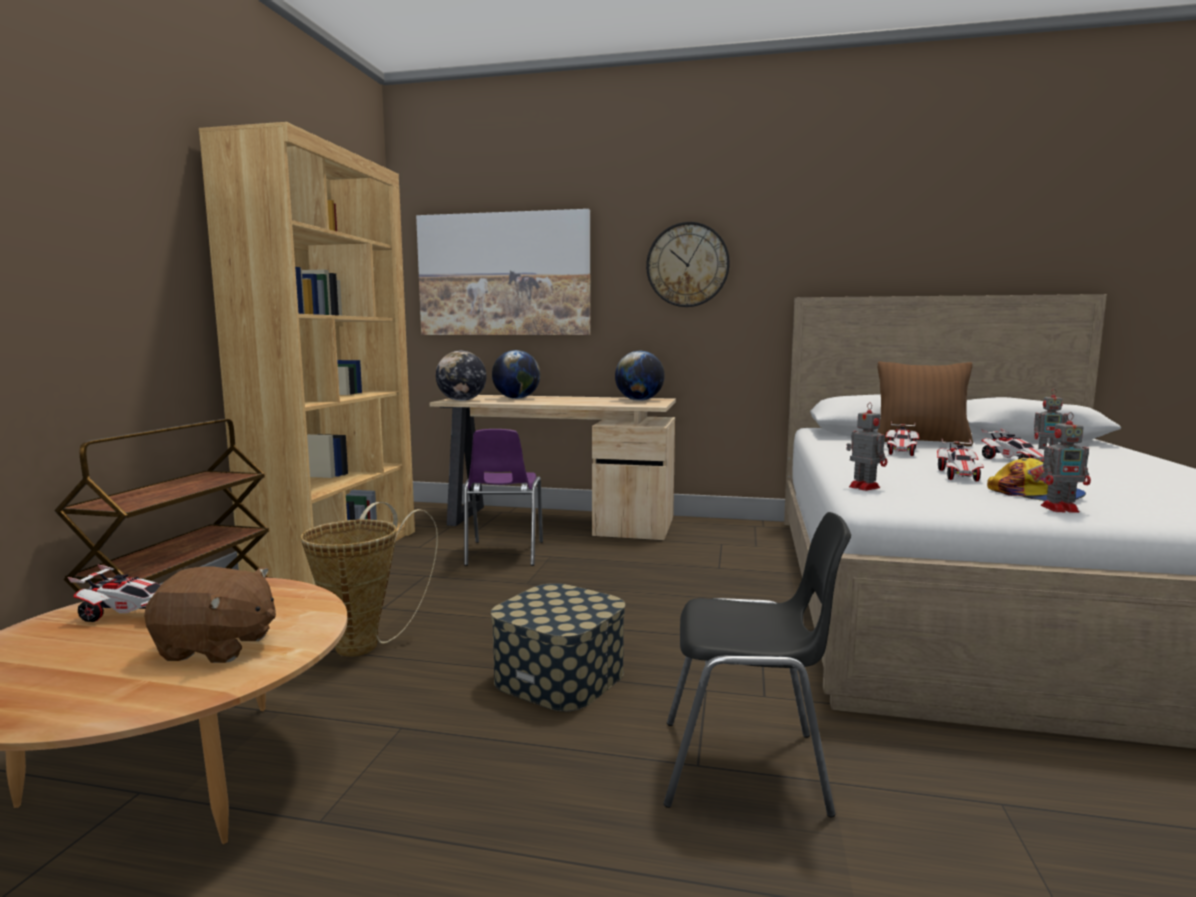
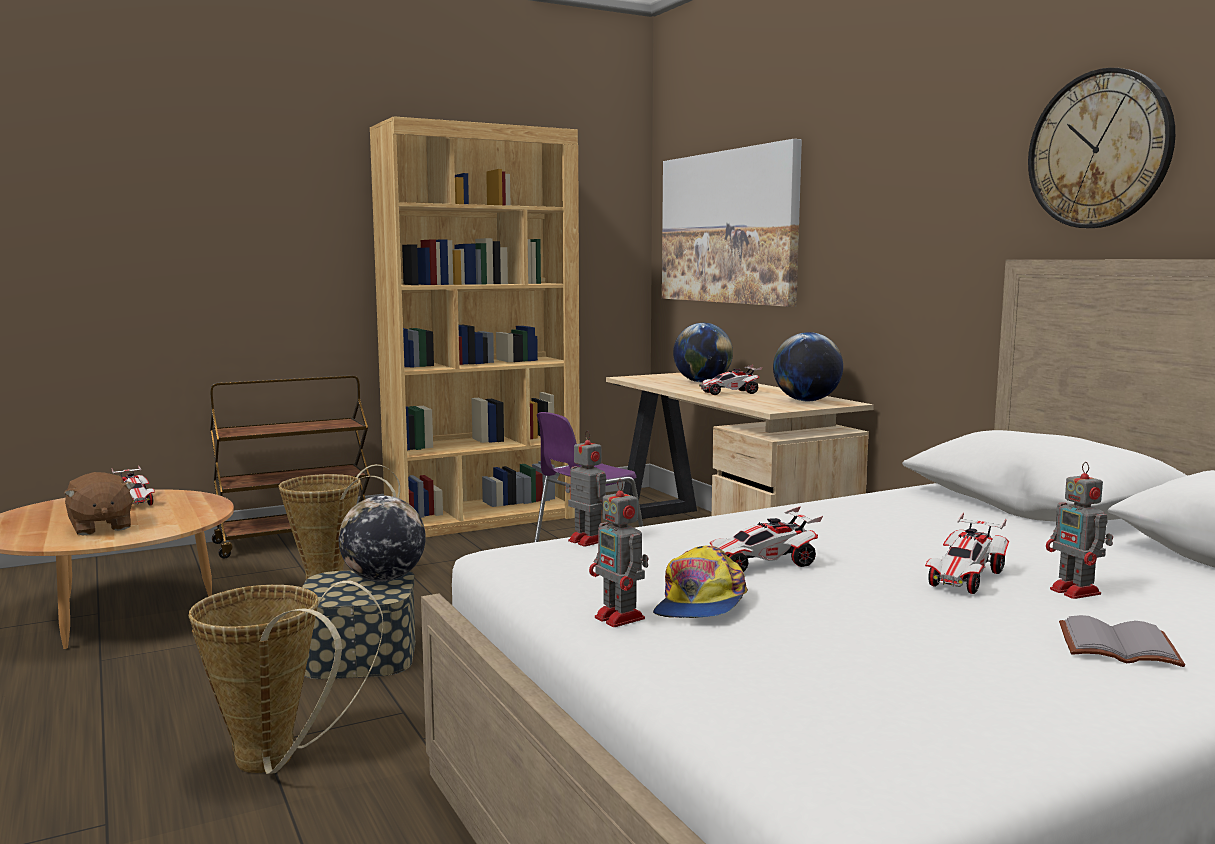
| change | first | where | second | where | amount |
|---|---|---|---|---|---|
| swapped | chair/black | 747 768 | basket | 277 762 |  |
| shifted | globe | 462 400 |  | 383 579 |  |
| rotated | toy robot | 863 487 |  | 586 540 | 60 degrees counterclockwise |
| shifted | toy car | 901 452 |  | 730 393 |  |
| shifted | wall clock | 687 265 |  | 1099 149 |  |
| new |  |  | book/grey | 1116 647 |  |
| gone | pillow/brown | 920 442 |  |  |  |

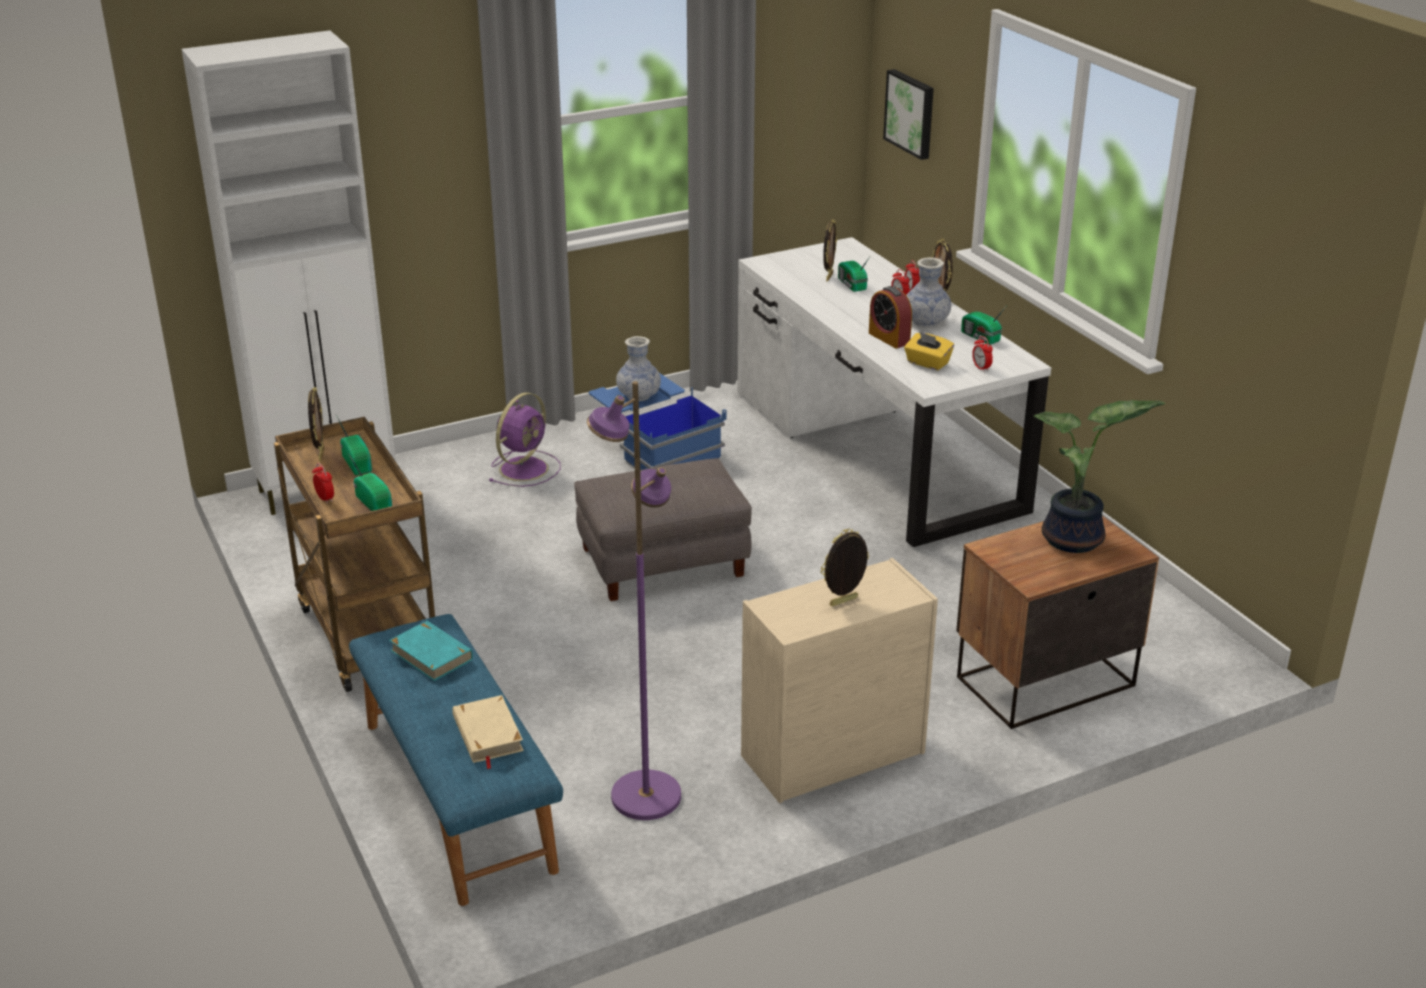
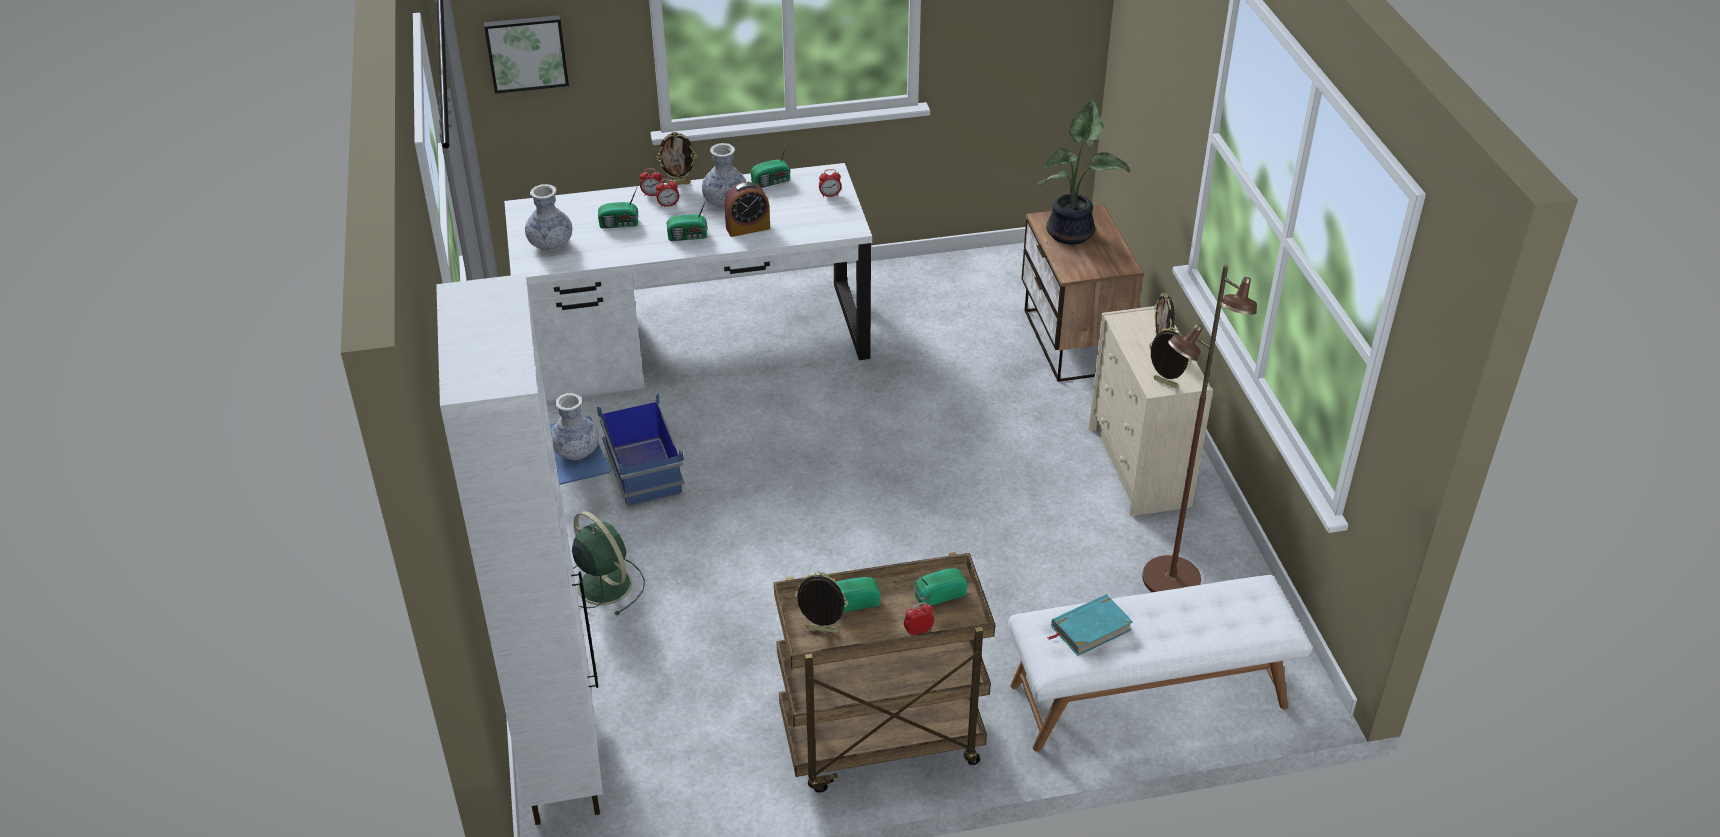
| change | first | where | second | where | amount |
|---|---|---|---|---|---|
| new |  |  | vase | 550 244 |  |
| repainted | fan/purple | 525 468 | fan/green | 603 584 |  |
| new |  |  | radio | 688 236 |  |
| repainted | bench/blue | 456 795 | bench/white | 1148 697 |  |
| repainted | floor lamp/purple | 644 796 | floor lamp/brown | 1170 580 |  |
| shifted | picture frame | 828 277 |  | 1165 384 |  |
| gone | book/beige | 487 734 |  |  |  |
| gone | ottoman/grey | 662 562 |  |  |  |
| gone | tissue box/yellow | 927 363 |  |  |  |

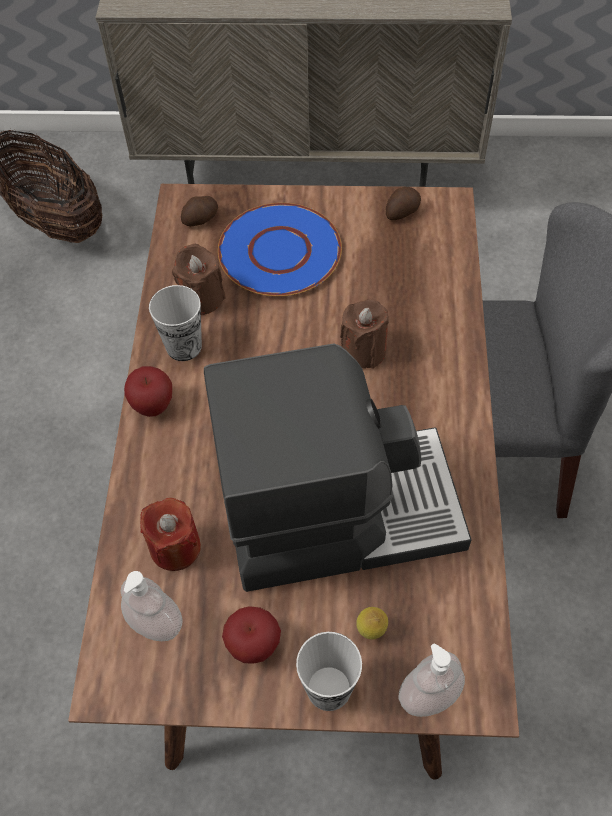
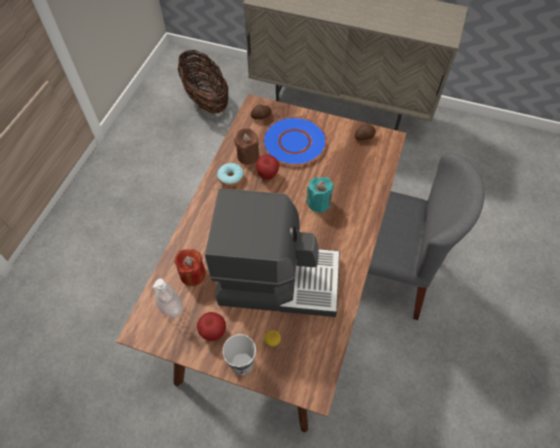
| change | first | where | second | where | amount |
|---|---|---|---|---|---|
| swapped | cup | 184 346 | donut | 230 178 |  |
| shifted | apple | 153 406 |  | 267 175 |  |
| repainted | candle/brown | 363 350 | candle/turquoise | 319 203 |  |
| gone | soap dispenser | 429 694 |  |  |  |

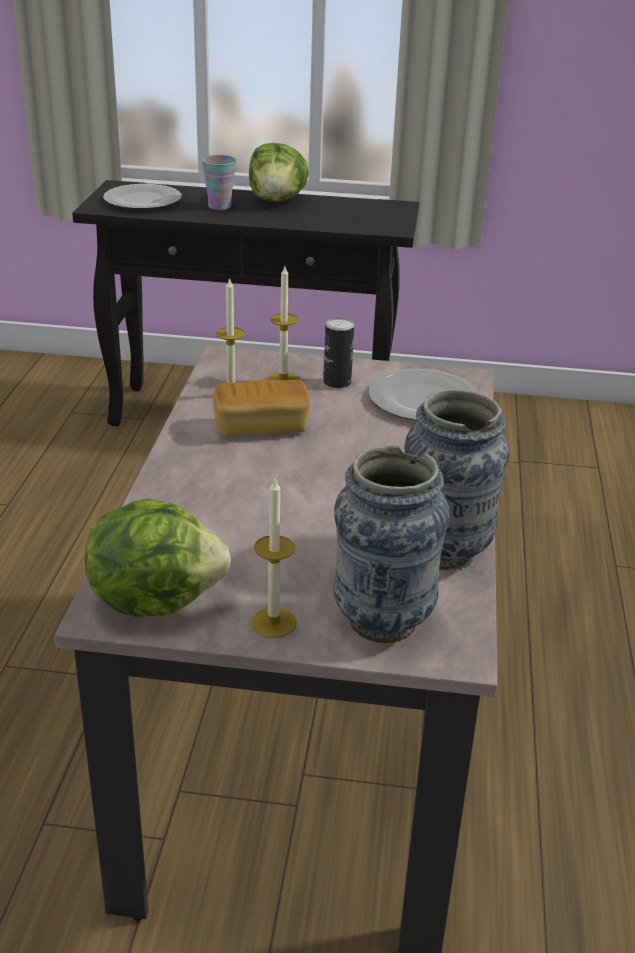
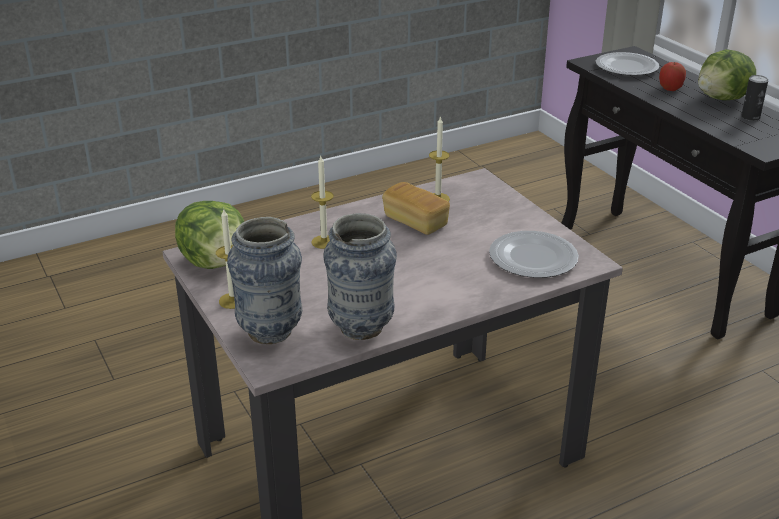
| change | first | where | second | where | amount |
|---|---|---|---|---|---|
| shifted | candle | 283 379 |  | 324 242 |  |
| swapped | cup | 219 206 | apple | 670 88 |  |
| shifted | can | 337 382 |  | 750 117 |  |

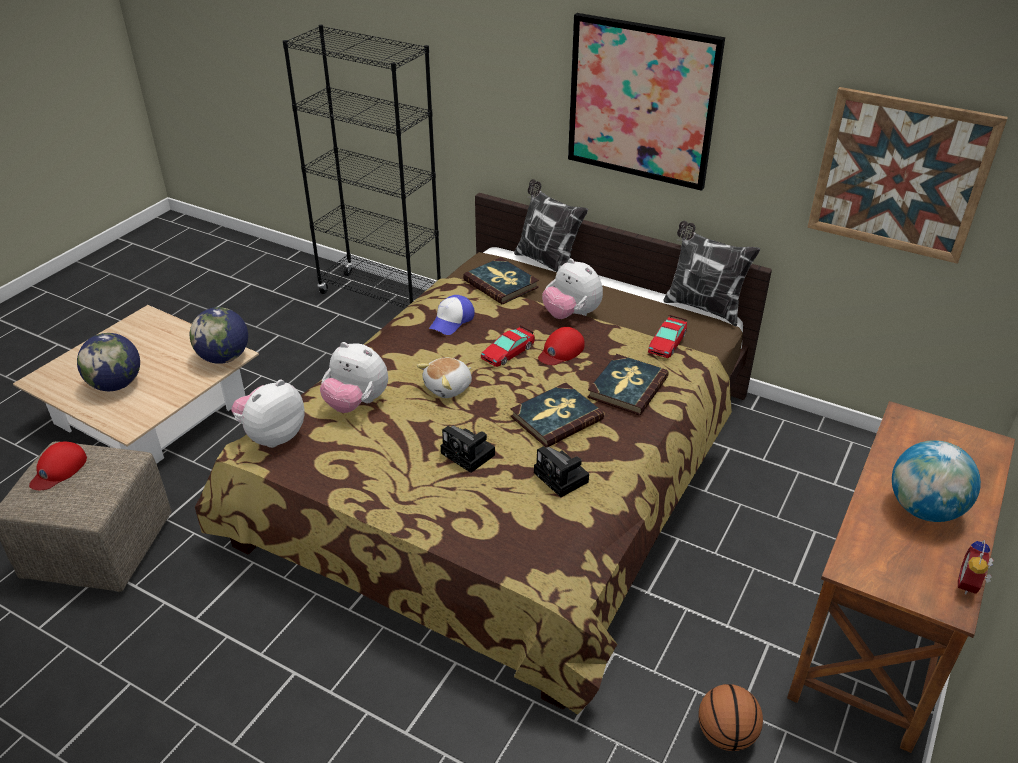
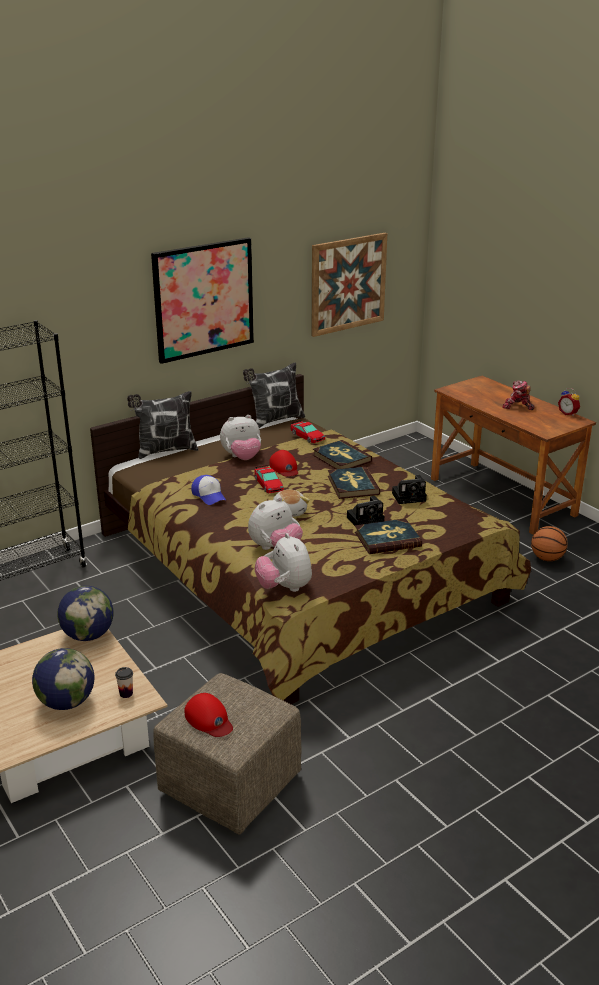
| change | first | where | second | where | amount |
|---|---|---|---|---|---|
| new |  |  | cup | 126 693 |  |
| shifted | book | 501 284 |  | 387 539 |  |
| swapped | globe | 924 509 | toy robot | 517 407 |  |

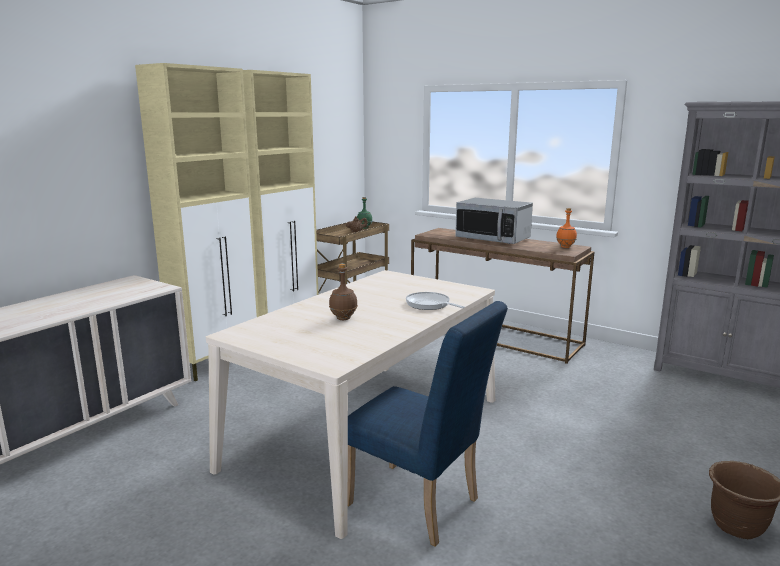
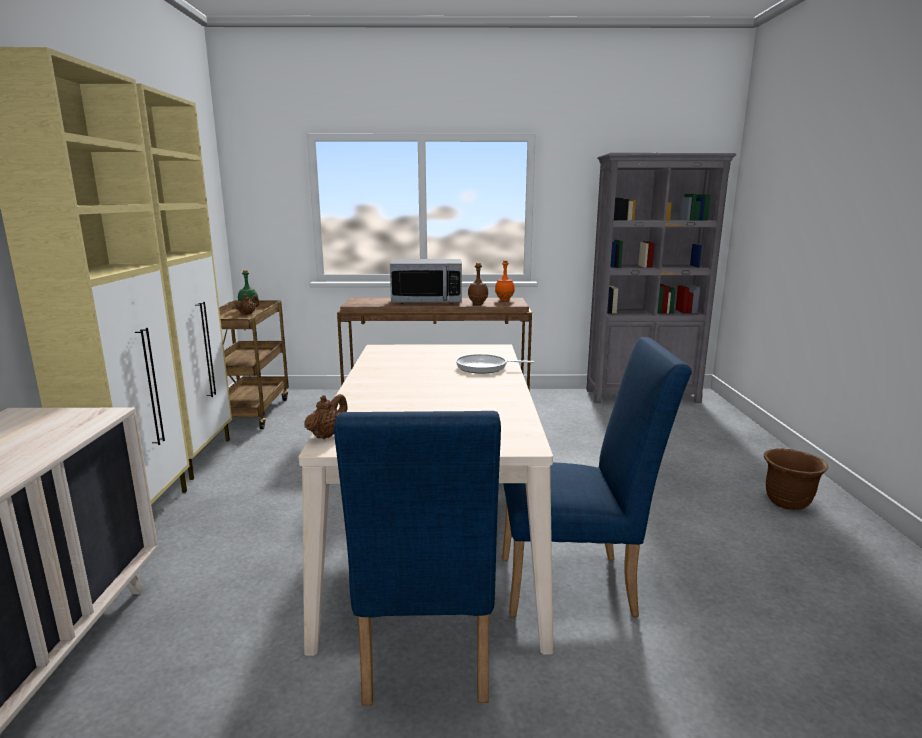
| change | first | where | second | where | amount |
|---|---|---|---|---|---|
| new |  |  | teapot/brown | 327 435 |  |
| new |  |  | chair/blue | 425 658 |  |
| shifted | bottle/brown | 343 318 |  | 477 304 |  |

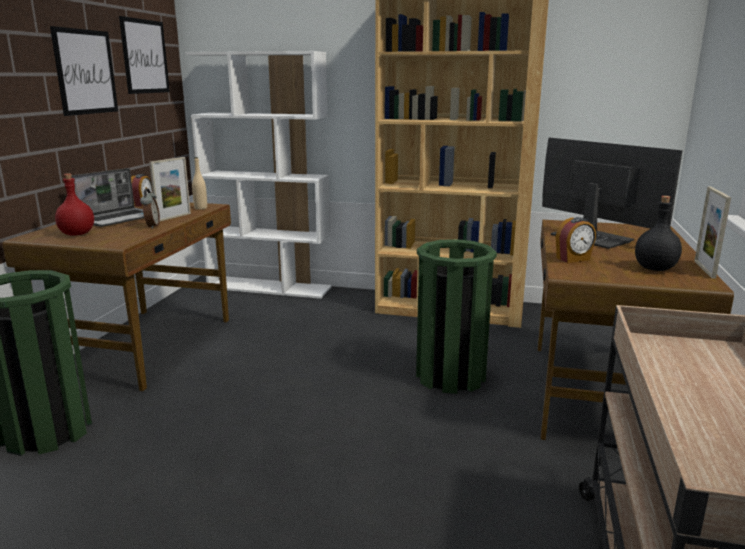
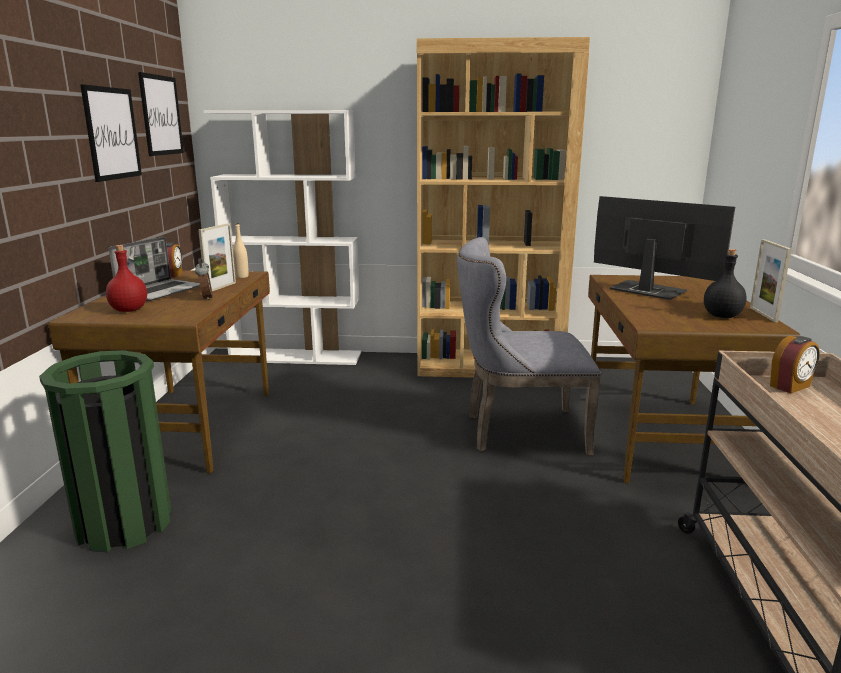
| change | first | where | second | where | amount |
|---|---|---|---|---|---|
| swapped | trash can/green | 450 376 | chair/grey | 517 432 |  |
| shifted | alarm clock | 573 259 |  | 790 386 |  |

